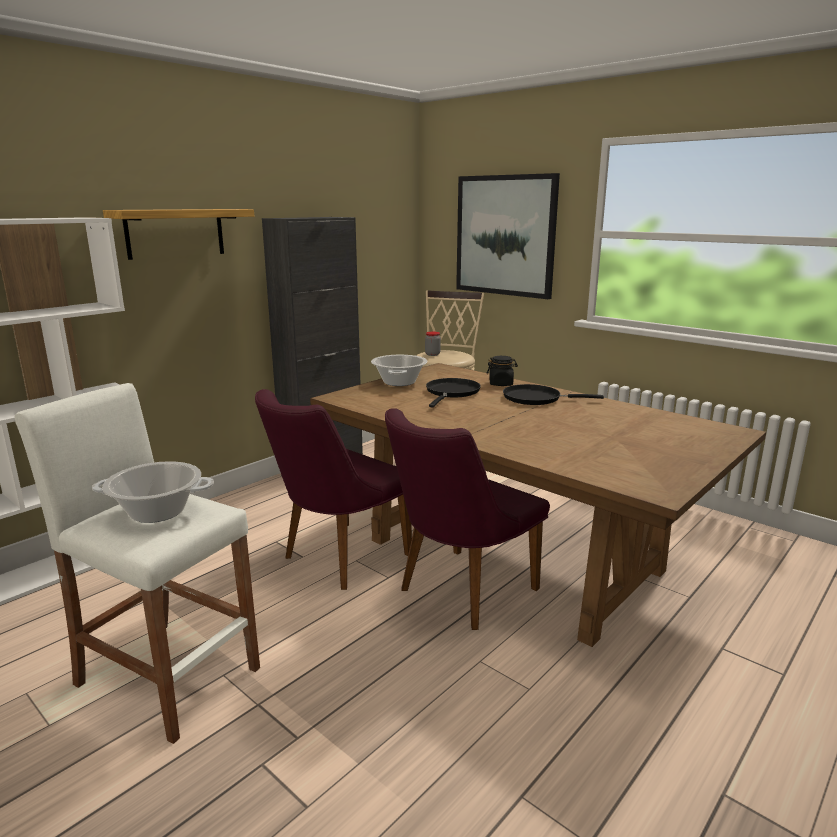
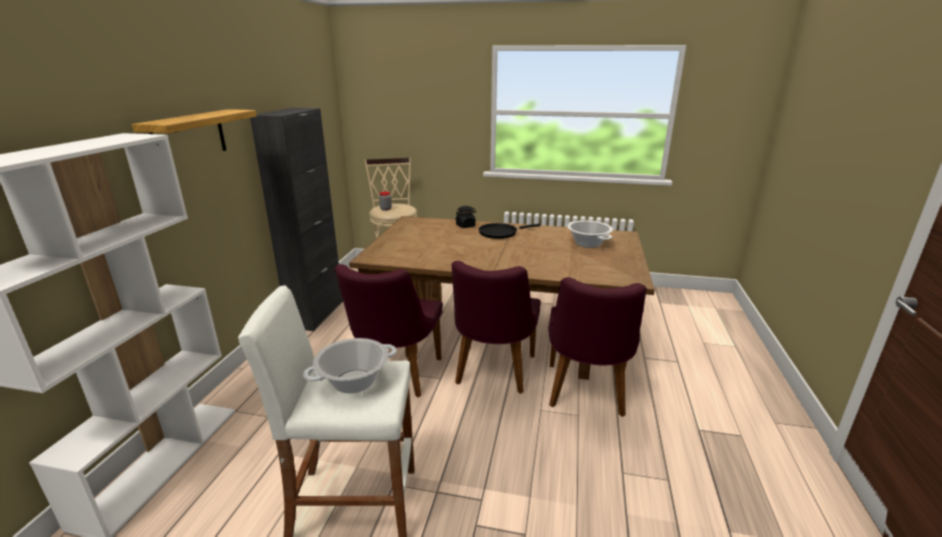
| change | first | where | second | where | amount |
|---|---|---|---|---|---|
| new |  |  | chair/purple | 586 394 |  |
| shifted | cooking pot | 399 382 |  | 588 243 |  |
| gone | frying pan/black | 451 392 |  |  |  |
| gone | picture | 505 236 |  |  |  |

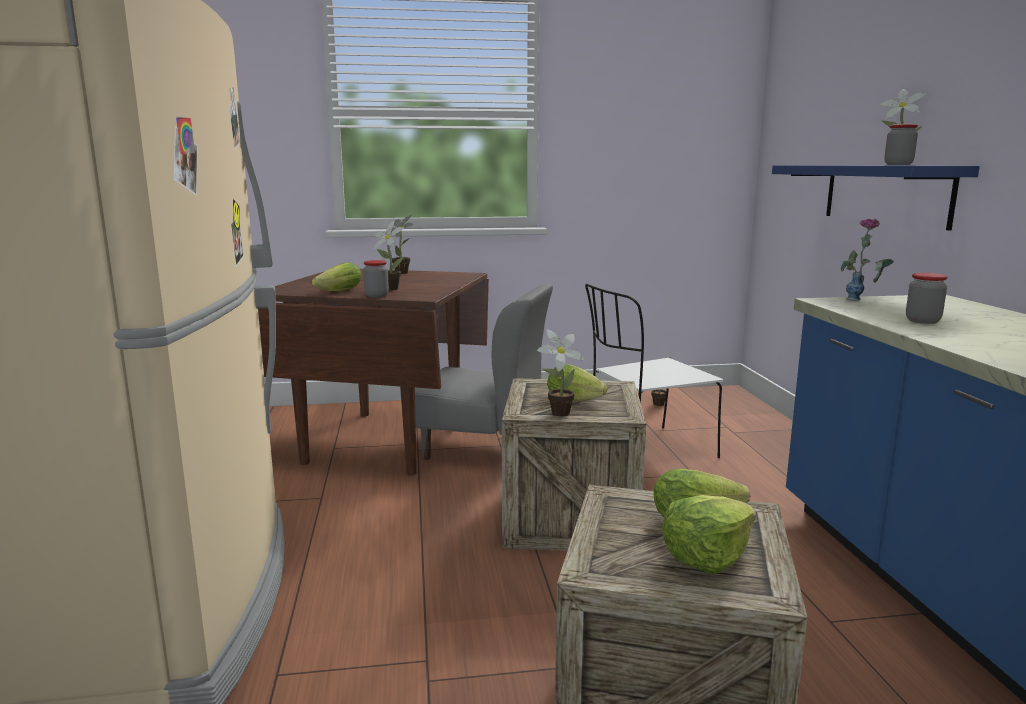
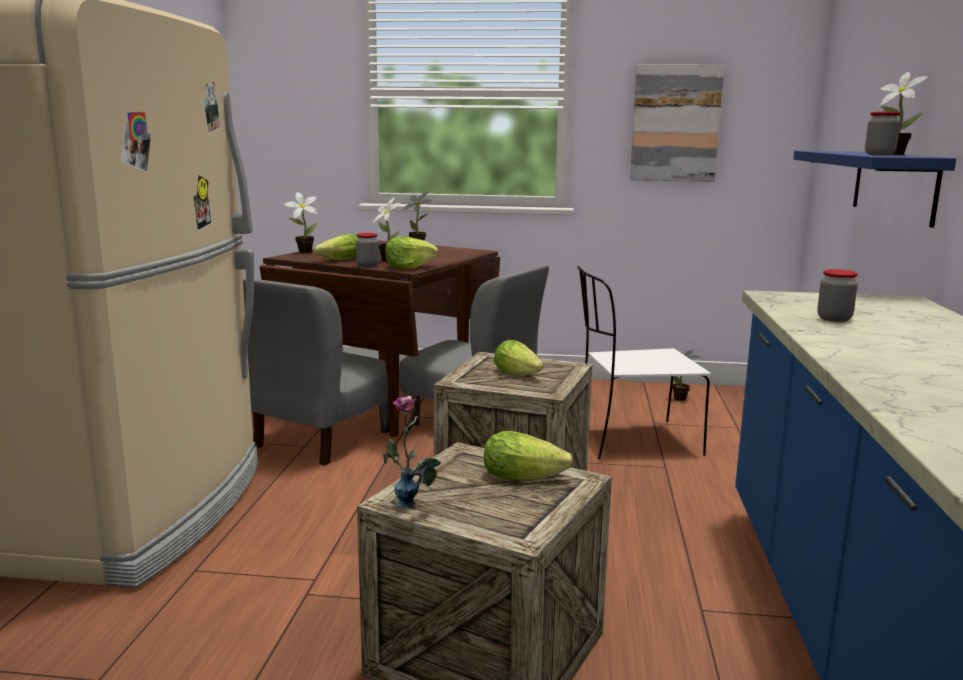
| change | first | where | second | where | amount |
|---|---|---|---|---|---|
| new |  |  | chair/grey | 321 439 |  |
| shifted | potted plant | 557 413 |  | 303 252 |  |
| shifted | vase | 863 300 |  | 412 509 |  |
| shifted | lettuce | 706 556 |  | 408 267 |  |
| new |  |  | picture | 675 123 |  |

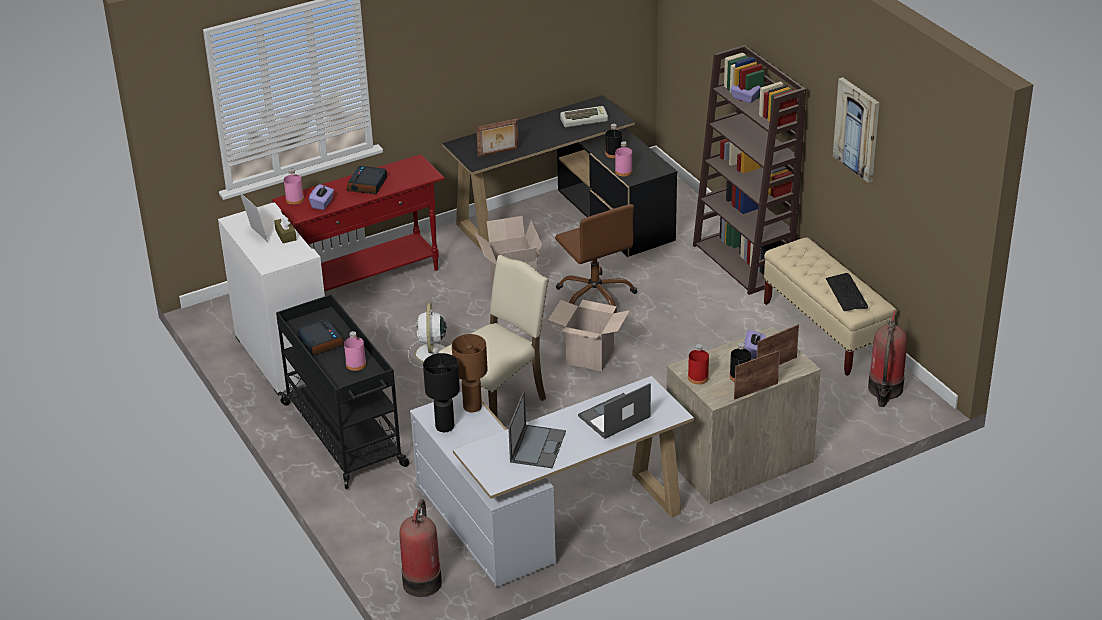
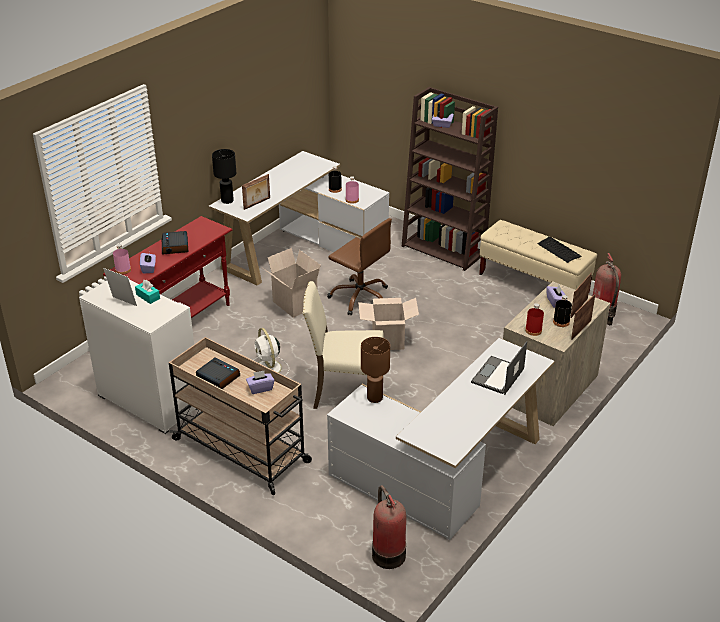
| change | first | where | second | where | amount |
|---|---|---|---|---|---|
| repainted | tissue box/brown | 285 235 | tissue box/turquoise | 148 296 |  |
| repainted | cart/black | 345 435 | cart/beige | 242 451 |  |
| repainted | desk/black | 567 220 | desk/white | 301 248 |  |
| shifted | table lamp/black | 444 427 |  | 227 201 |  |
| swapped | bottle/pink | 356 364 | tissue box/purple | 260 388 |  |
| rotated | chair/beige | 498 403 |  | 345 393 | 105 degrees counterclockwise |
| gone | laptop | 537 446 |  |  |  |
| gone | keyboard | 584 120 |  |  |  |
| gone | picture | 857 129 |  |  |  |

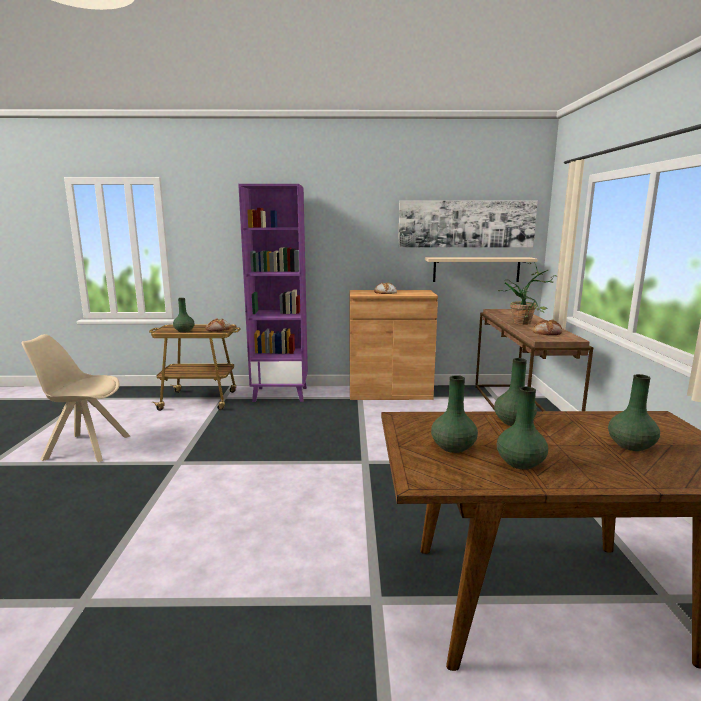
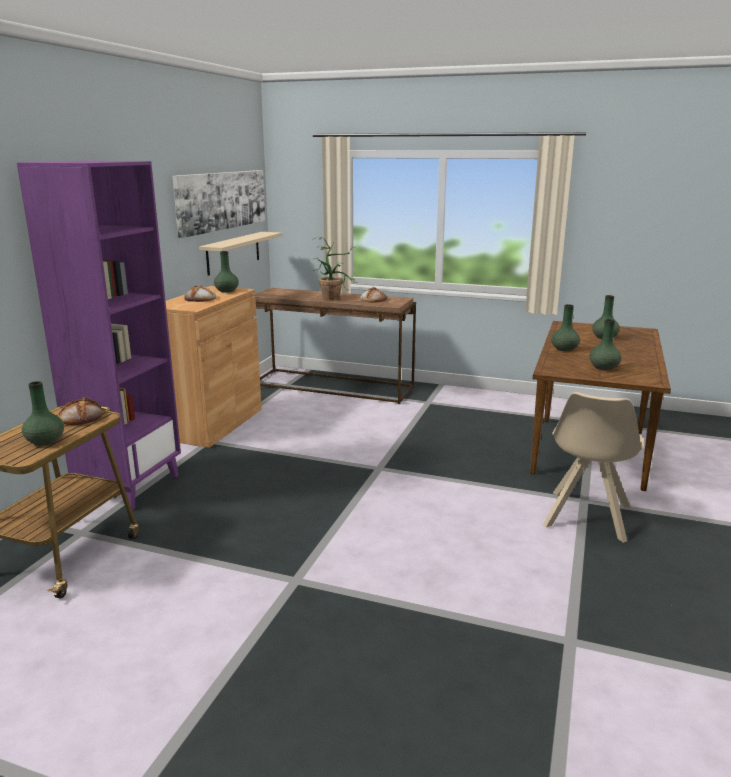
| change | first | where | second | where | amount |
|---|---|---|---|---|---|
| shifted | vase/green | 519 463 |  | 226 291 |  |
| shifted | chair/beige | 85 447 |  | 586 517 |  |

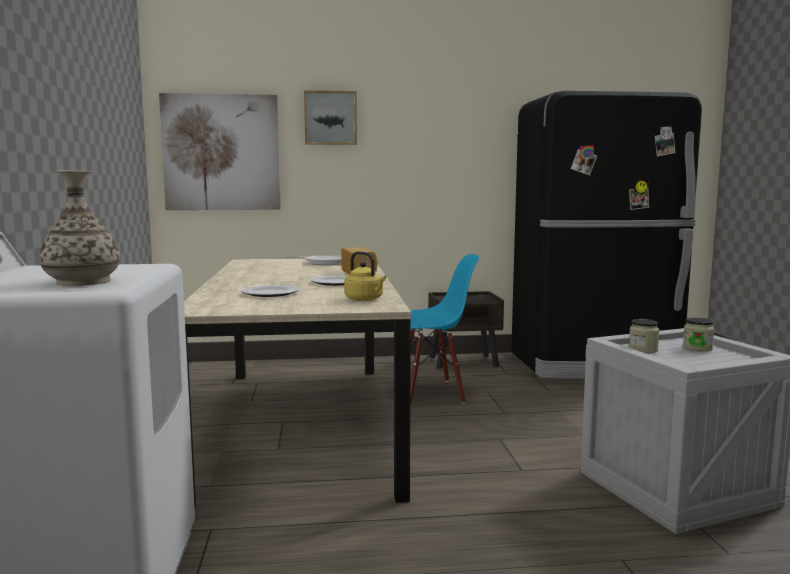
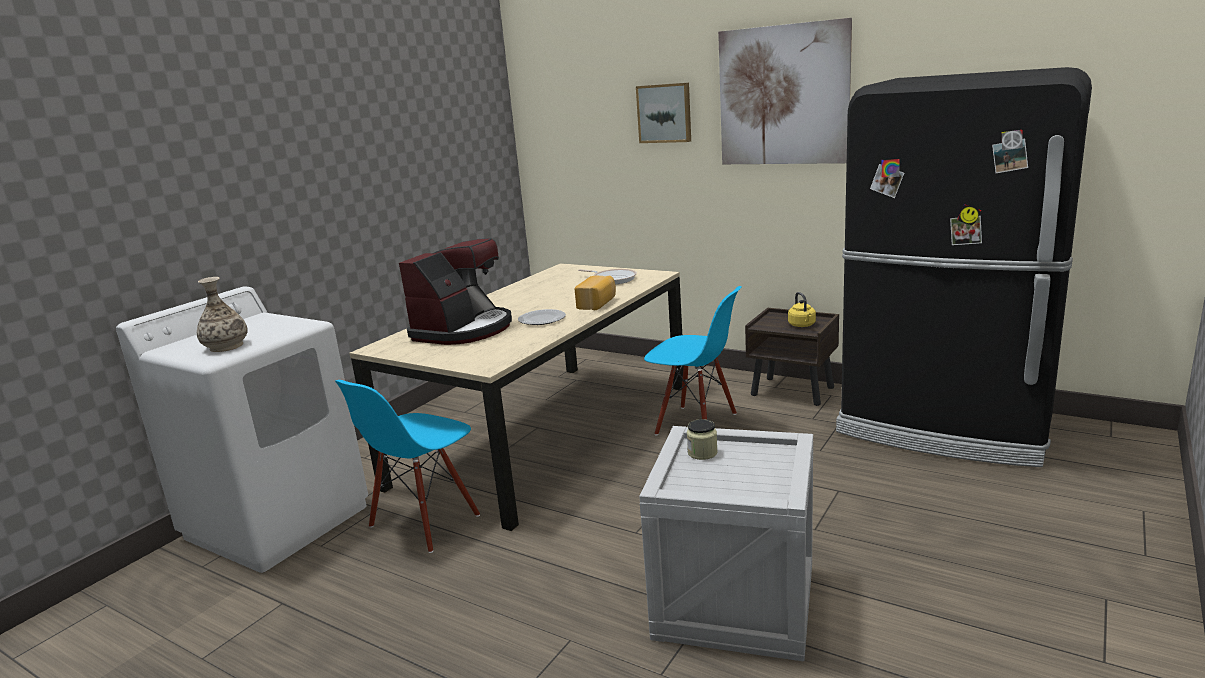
| change | first | where | second | where | amount |
|---|---|---|---|---|---|
| new |  |  | chair/blue | 425 522 |  |
| swapped | plate | 270 293 | coffee machine | 464 330 |  |
| shifted | picture | 221 152 |  | 783 96 |  |
| shifted | kettle/yellow | 365 299 |  | 802 325 |  |
| gone | jar | 697 348 |  |  |  |

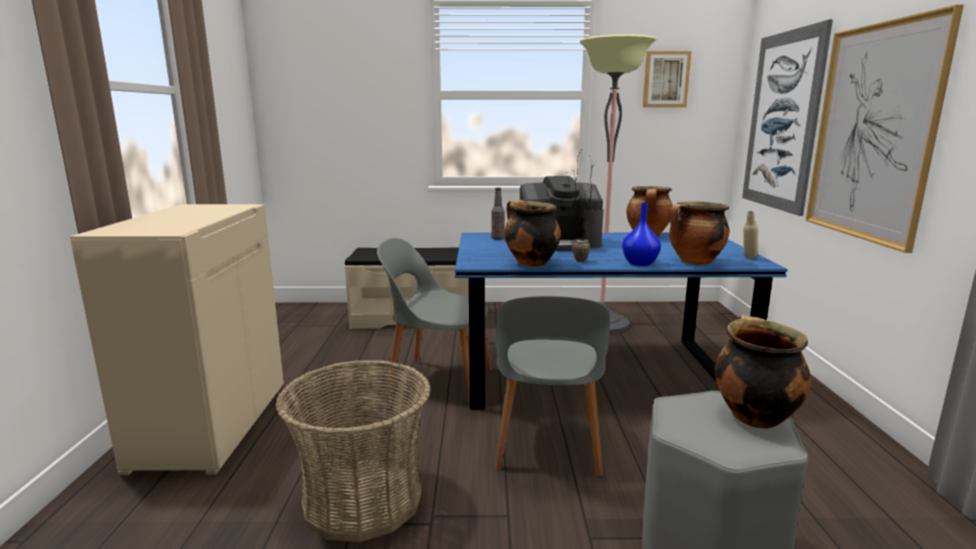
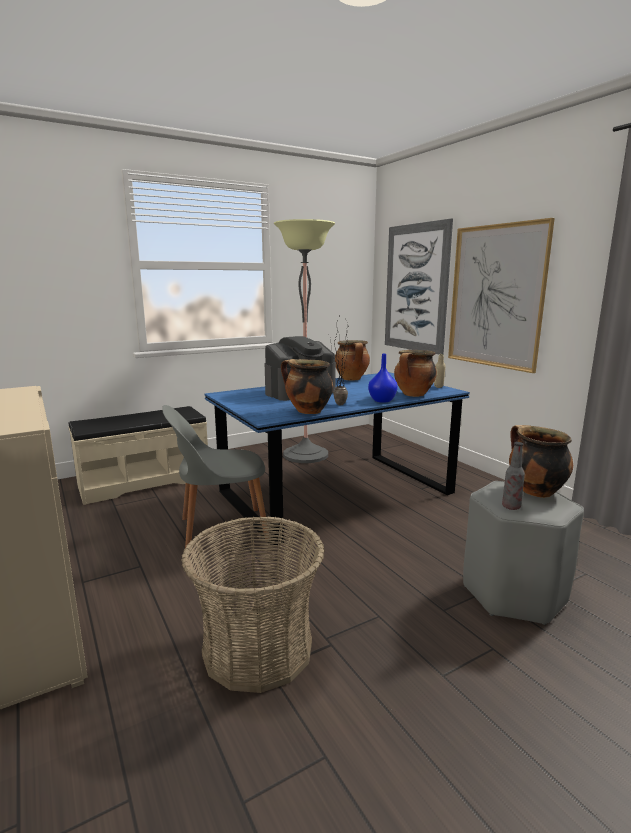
| change | first | where | second | where | amount |
|---|---|---|---|---|---|
| shifted | bottle | 497 238 |  | 511 507 |  |
| gone | chair/grey | 547 444 |  |  |  |
| gone | picture | 666 79 |  |  |  |

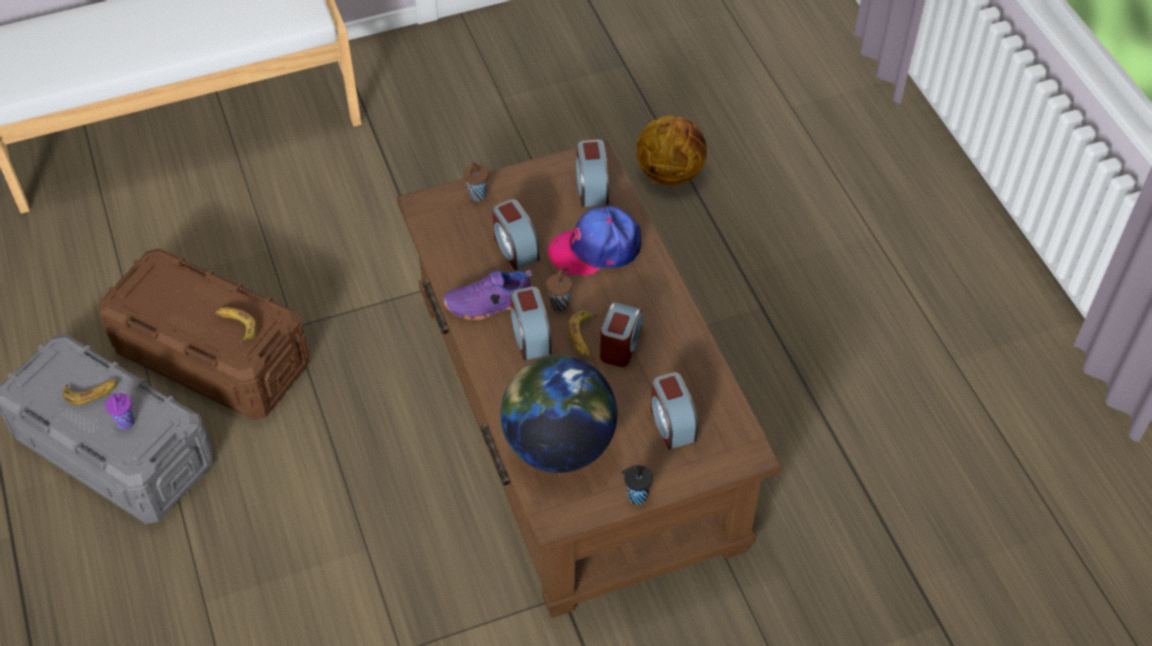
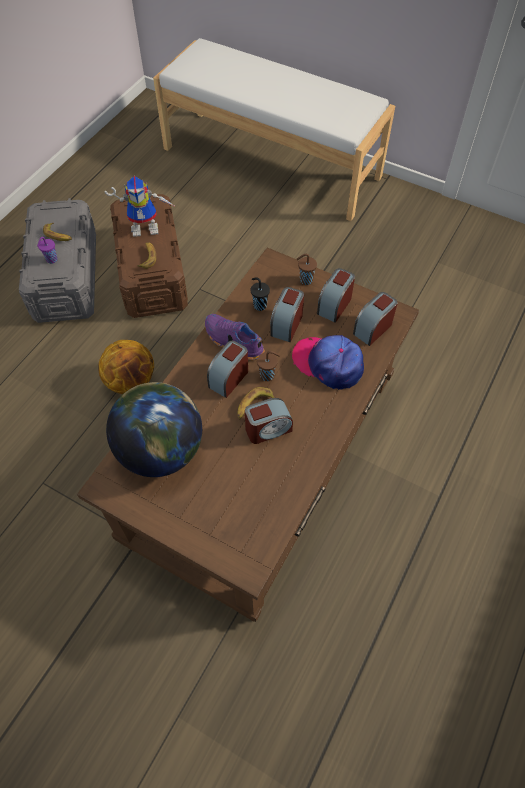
| change | first | where | second | where | amount |
|---|---|---|---|---|---|
| shifted | basketball | 670 173 |  | 131 382 |  |
| new |  |  | toy robot | 147 227 |  |
| shifted | cup/black | 636 496 |  | 259 305 |  |
| shifted | alarm clock | 671 423 |  | 334 305 |  |

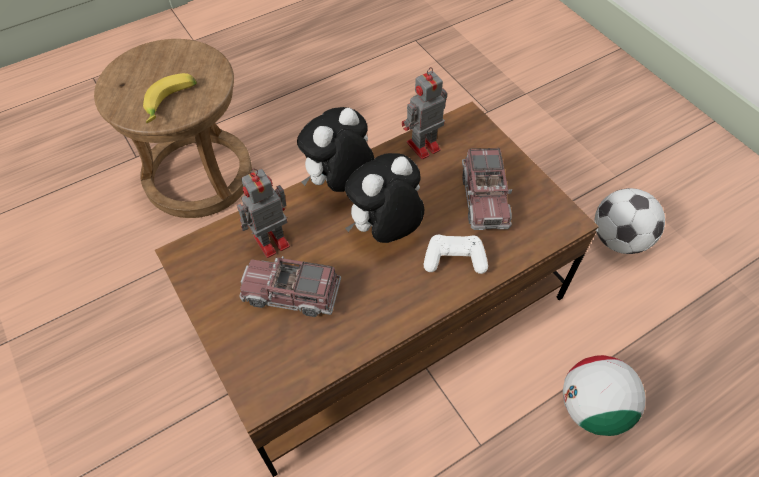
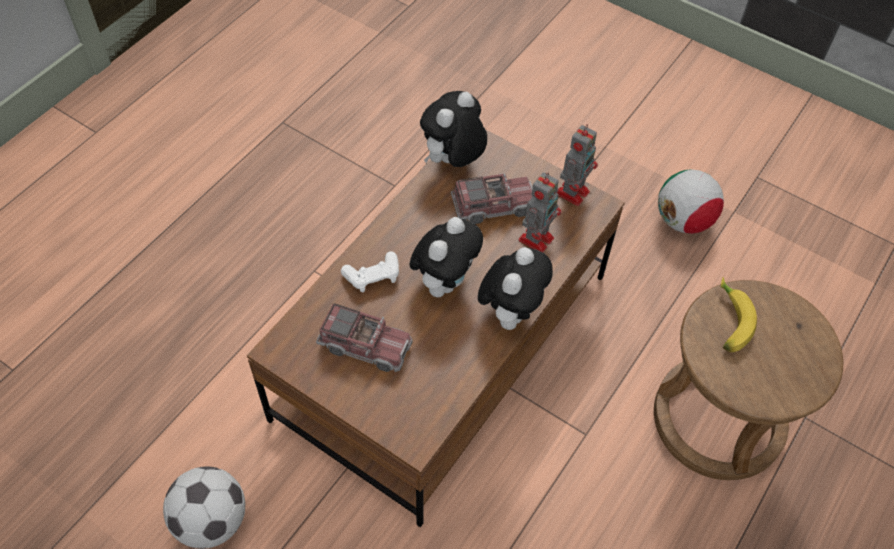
| change | first | where | second | where | amount |
|---|---|---|---|---|---|
| rotated | toy truck | 484 198 |  | 365 345 | 135 degrees clockwise |
| new |  |  | plush toy | 452 161 |  |
| shifted | toy robot | 422 147 |  | 573 191 |  |
| shifted | football | 592 408 |  | 683 221 |  |

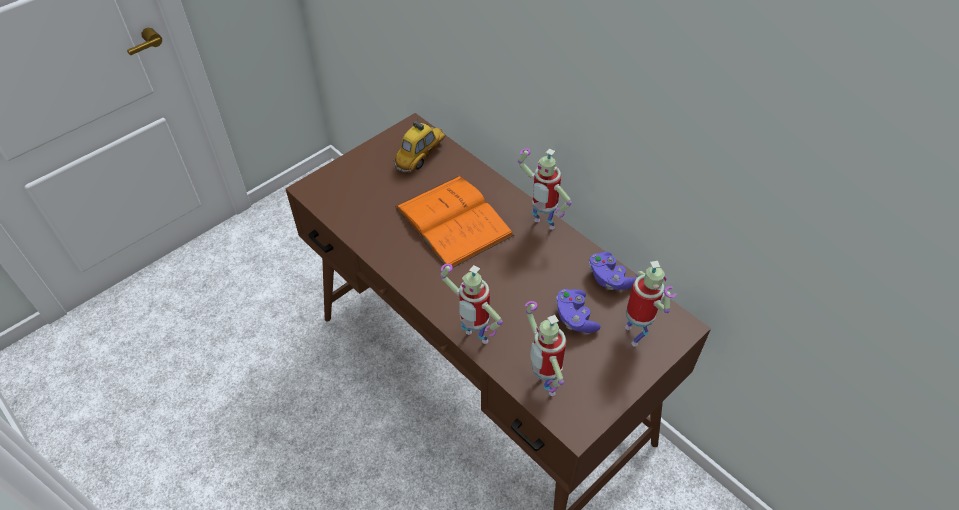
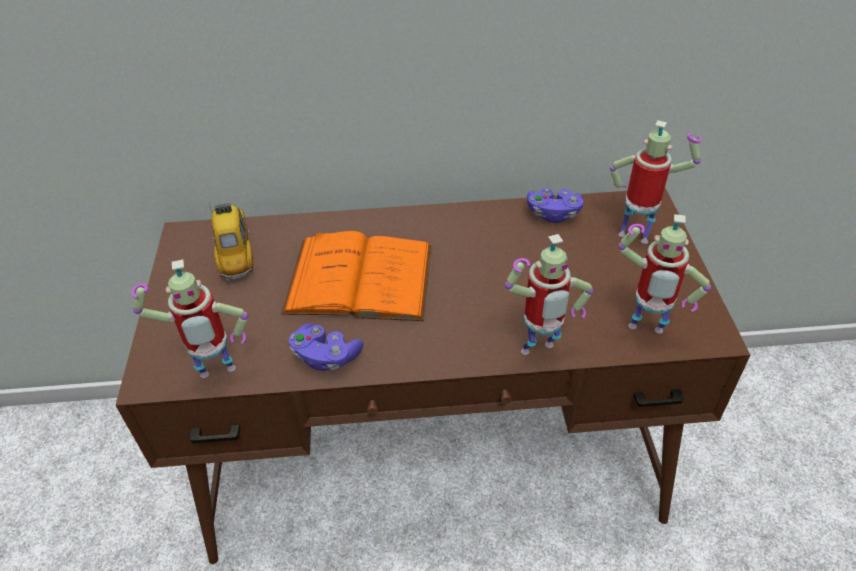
| change | first | where | second | where | amount |
|---|---|---|---|---|---|
| shifted | toy robot | 542 225 |  | 217 376 |  |
| shifted | game controller/purple | 575 318 |  | 326 356 |  |

